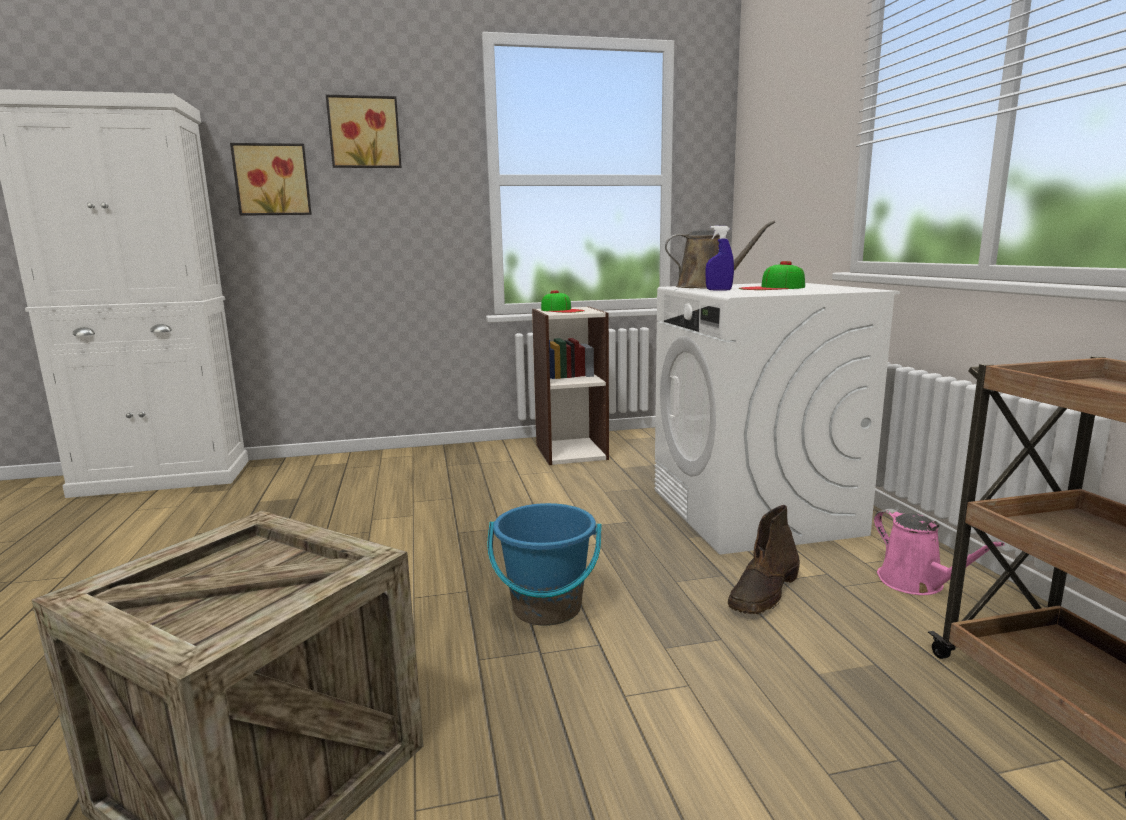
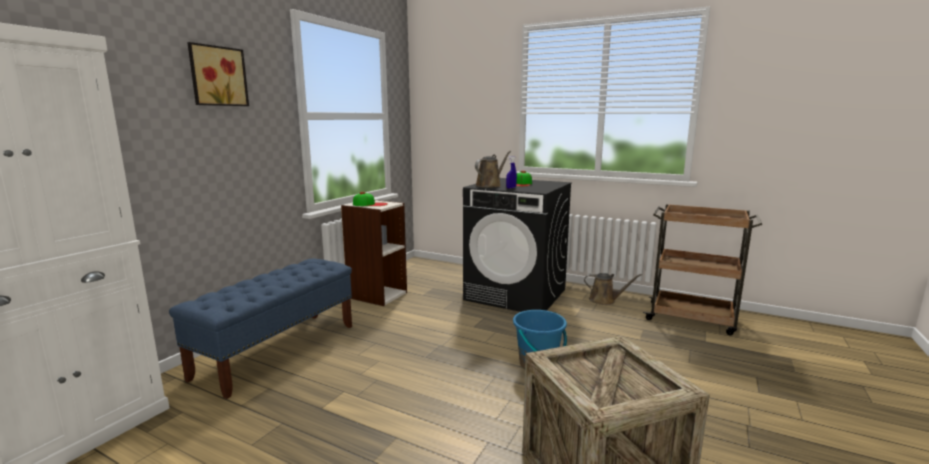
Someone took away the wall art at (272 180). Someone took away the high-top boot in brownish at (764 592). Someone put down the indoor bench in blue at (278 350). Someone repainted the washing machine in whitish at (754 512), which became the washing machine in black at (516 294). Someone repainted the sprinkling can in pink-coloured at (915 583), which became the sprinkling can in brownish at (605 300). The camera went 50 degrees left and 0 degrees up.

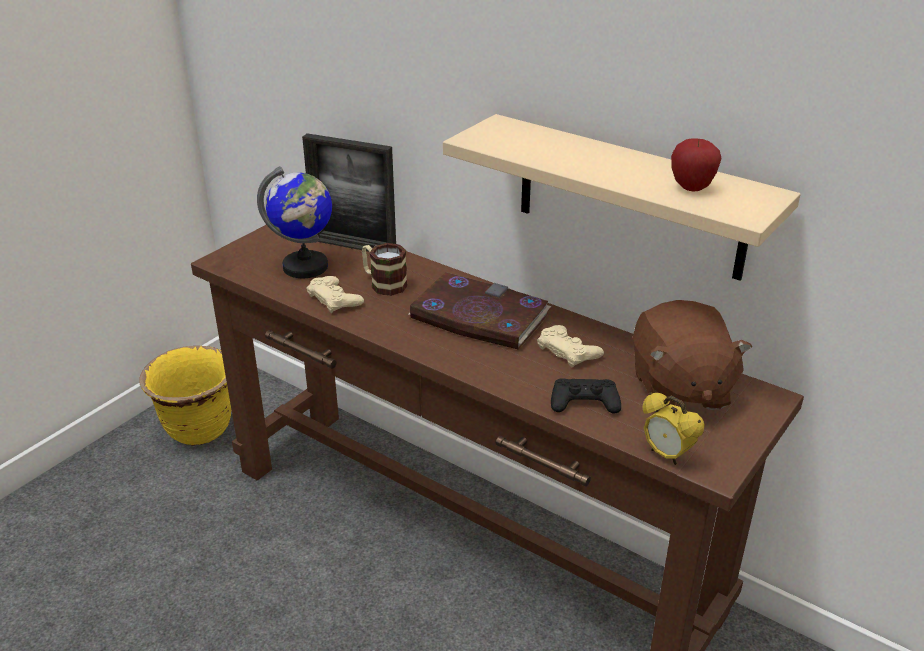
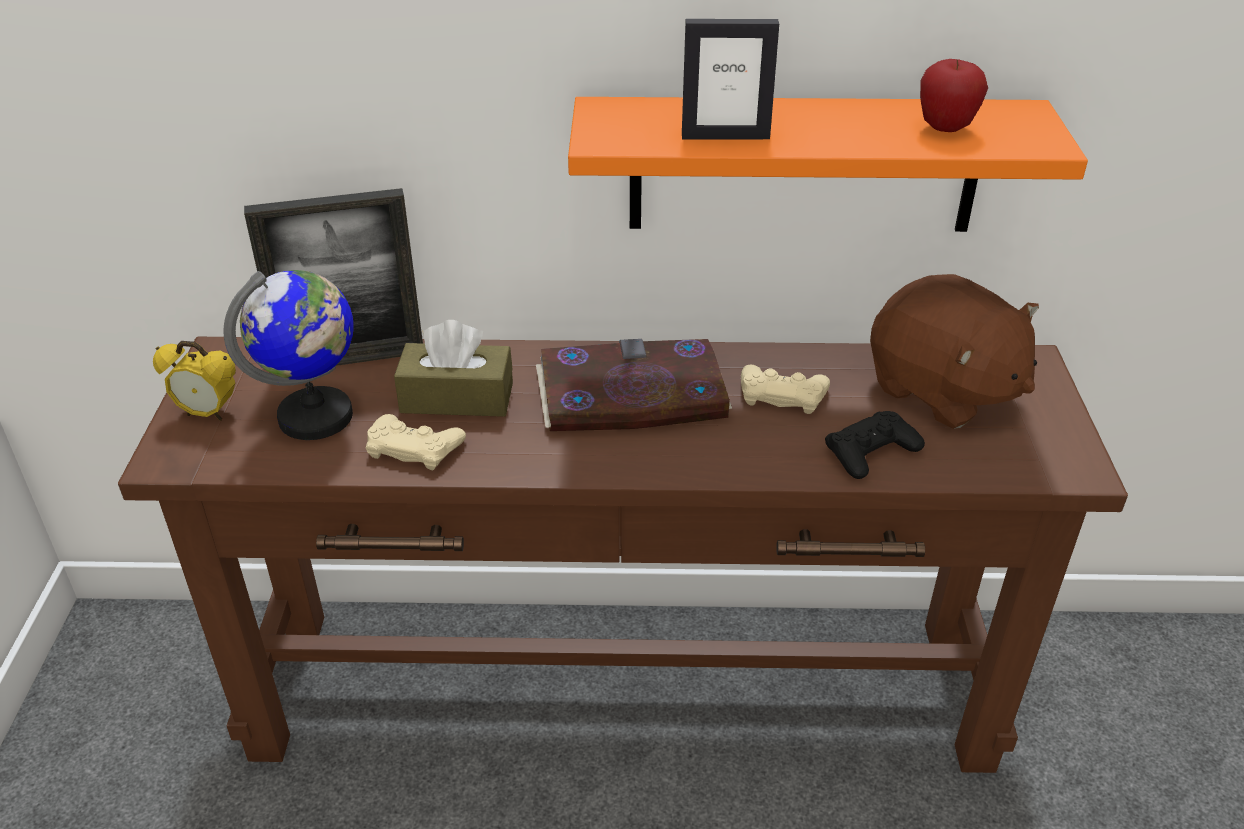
Someone took away the flower pot in yellowish at (199 430). Someone put down the picture frame at (725 136). Someone carried the table clock from (667 455) to (208 414). Someone swapped the tea mug at (383 284) for the tissue box in brownish at (457 398). Someone repainted the wall shelf in beige-coloured at (630 197), which became the wall shelf in orange at (804 165). The camera went 35 degrees left and 5 degrees up.

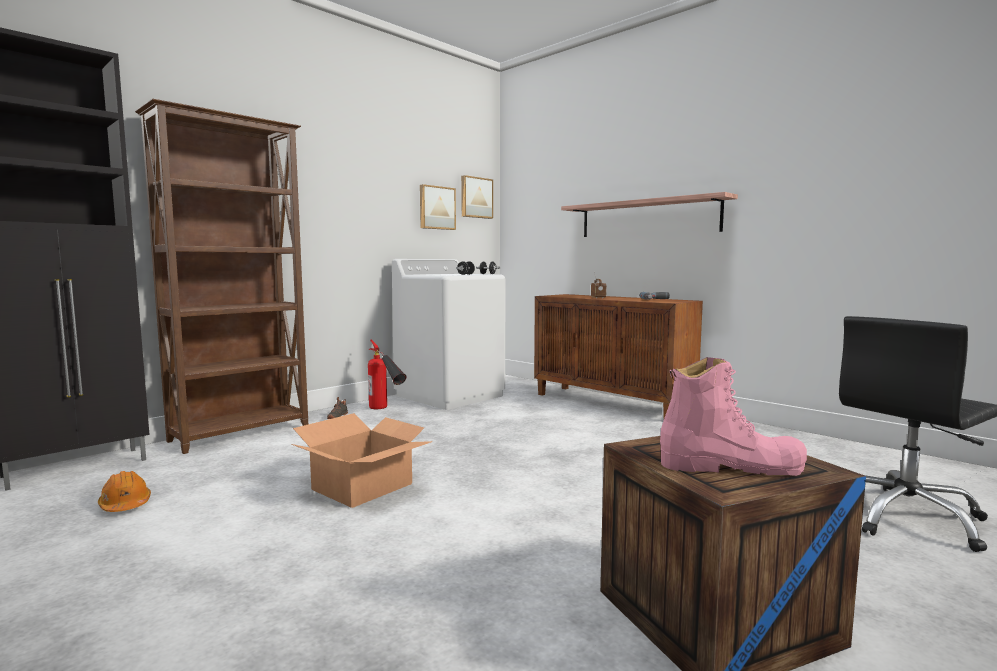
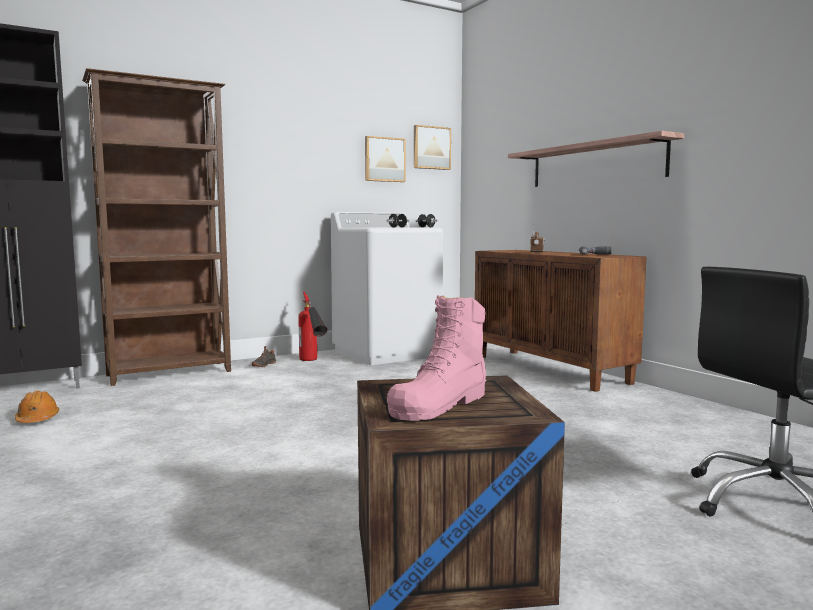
Someone took away the carton at (363 487). Someone rotated the high-top boot in pink-coloured at (730 466) by 105 degrees clockwise. The camera went 15 degrees right and 0 degrees up.

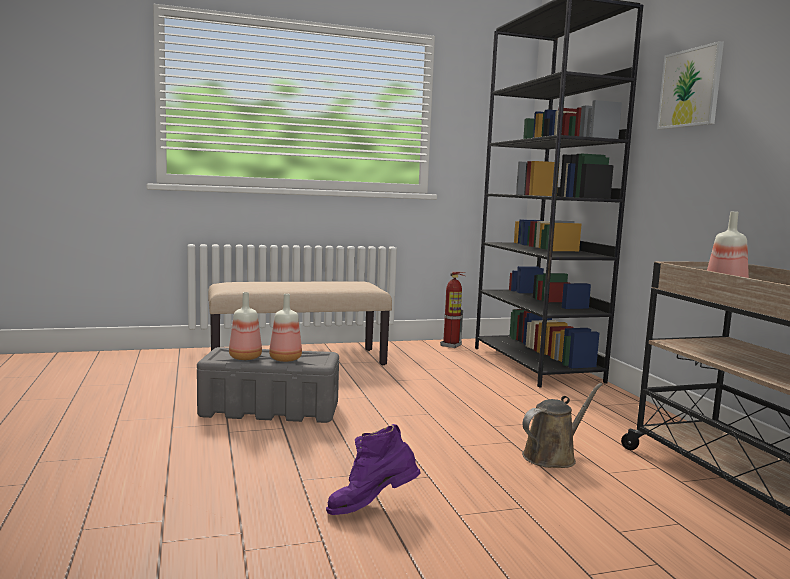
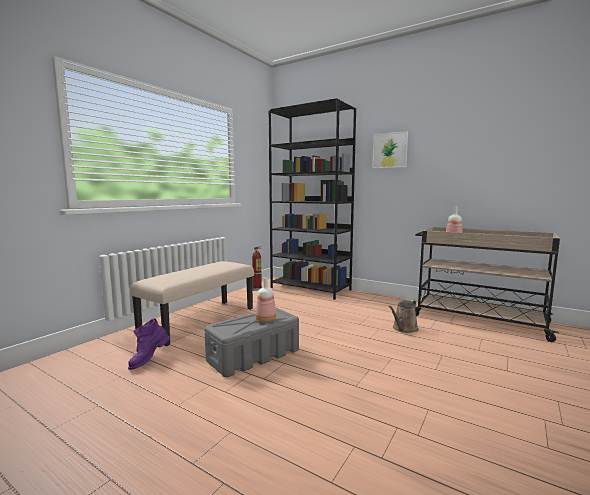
Someone took away the beverage bottle at (246 358). Someone carried the high-top boot in purple from (371 508) to (149 361). Someone rotated the sprinkling can in brownish at (553 456) by 150 degrees counterclockwise. The camera went 40 degrees left and 0 degrees up.

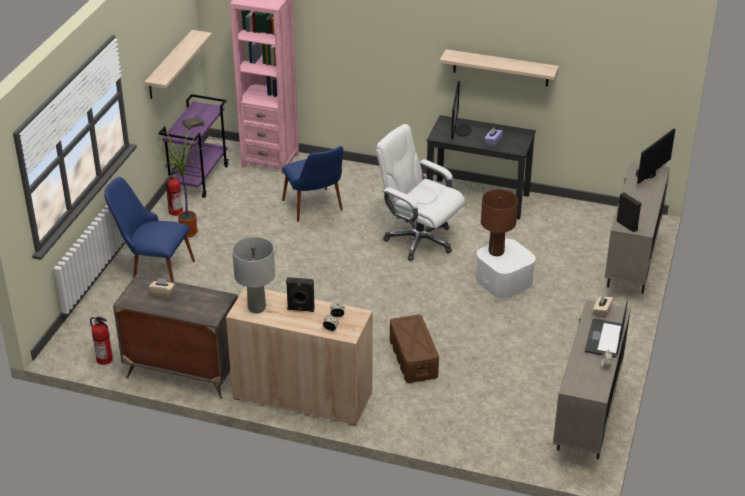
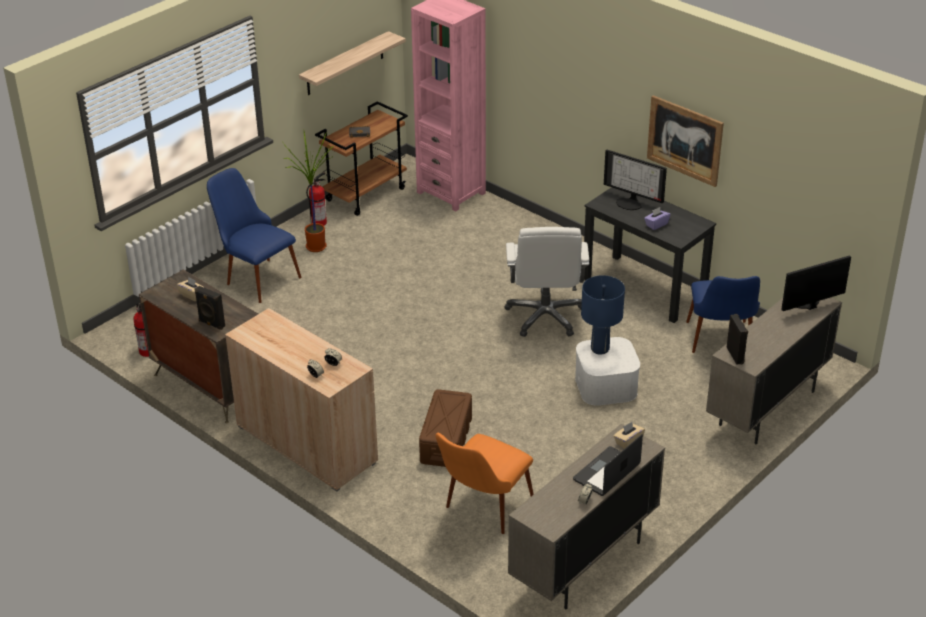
Someone took away the tabletop lamp in grey at (256 307). Someone put down the plain chair in orange at (482 512). Someone carried the plain chair in blue from (316 210) to (721 345). Someone carried the loudspeaker in black from (300 309) to (211 324). Someone swapped the wall shelf at (501 68) for the wall art at (685 140). Someone repainted the trolley in purple at (198 178), which became the trolley in brownish at (366 194). Someone repainted the tabletop lamp in brownish at (496 251), which became the tabletop lamp in blue at (600 349). Someone rotated the computer chair in whitish at (419 240) by 150 degrees counterclockwise. Someone rotated the monitor at (460 130) by 90 degrees clockwise. The camera went 25 degrees right and 0 degrees up.

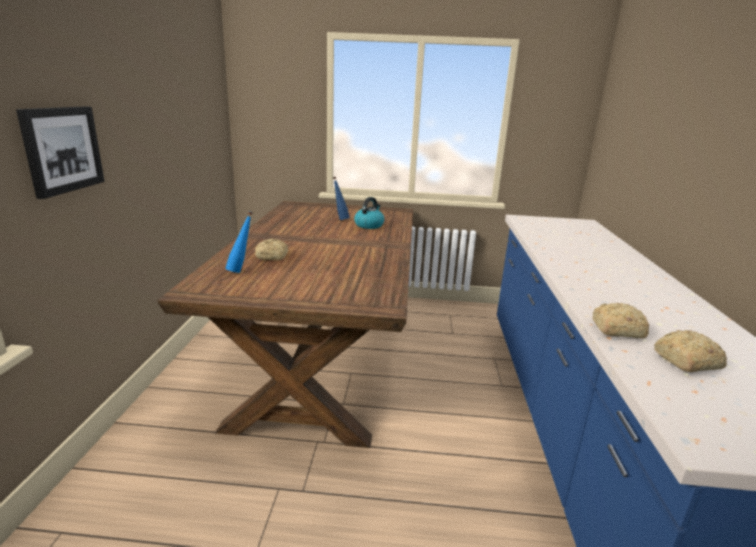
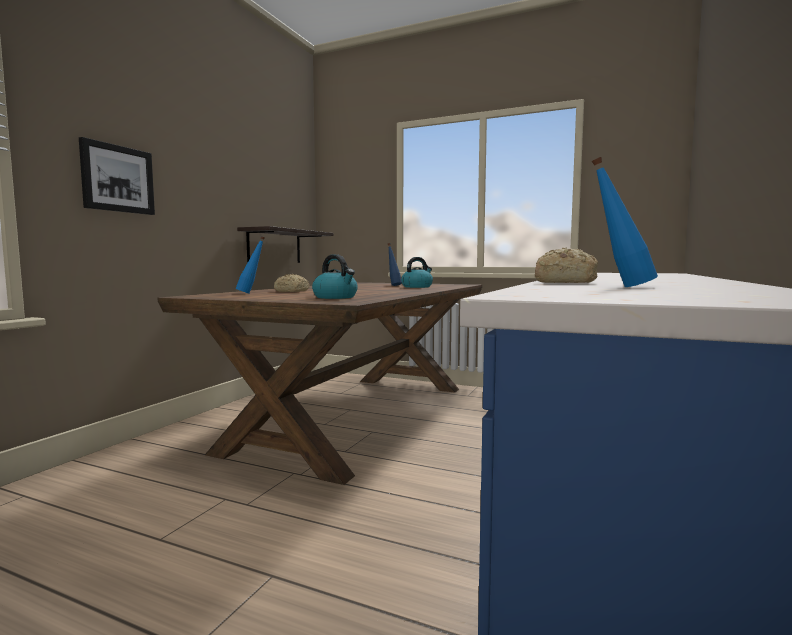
Someone put up the wall shelf at (274 246). Someone put down the tea kettle at (336 297). Someone swapped the baked bread at (685 361) for the beverage bottle in blue at (620 287). The camera went 20 degrees right and 15 degrees down.

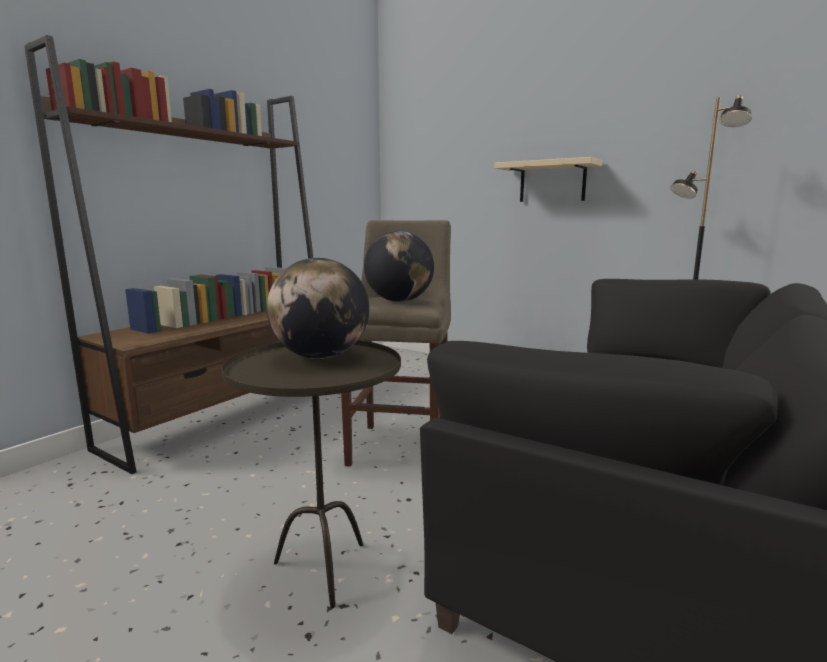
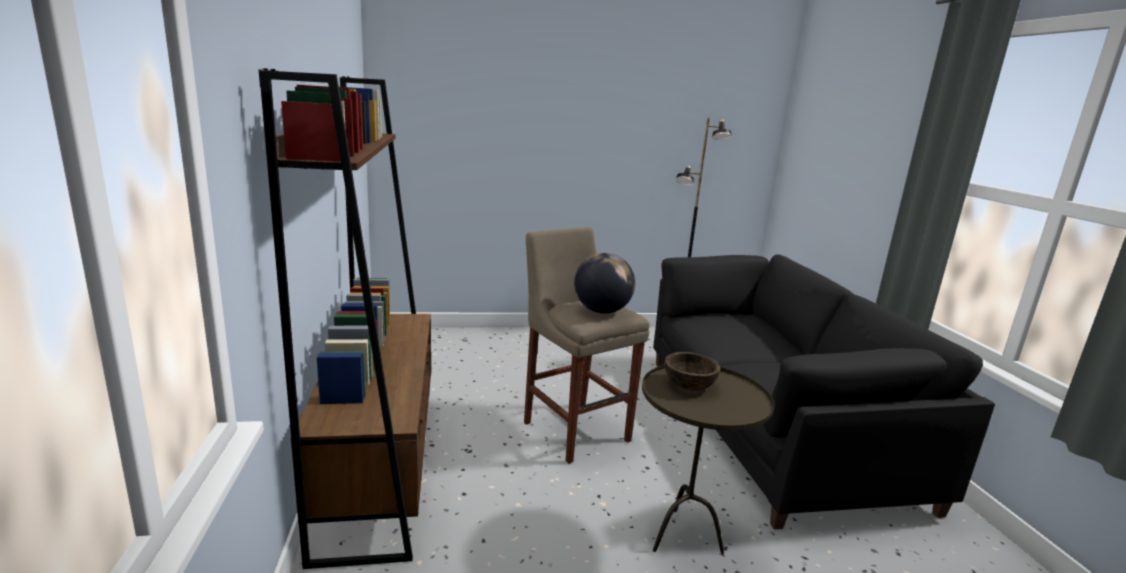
Someone took away the wall shelf in beige-coloured at (552 182). Someone swapped the desk globe at (320 356) for the serving bowl in brownish at (689 386). The camera went 45 degrees left and 5 degrees up.

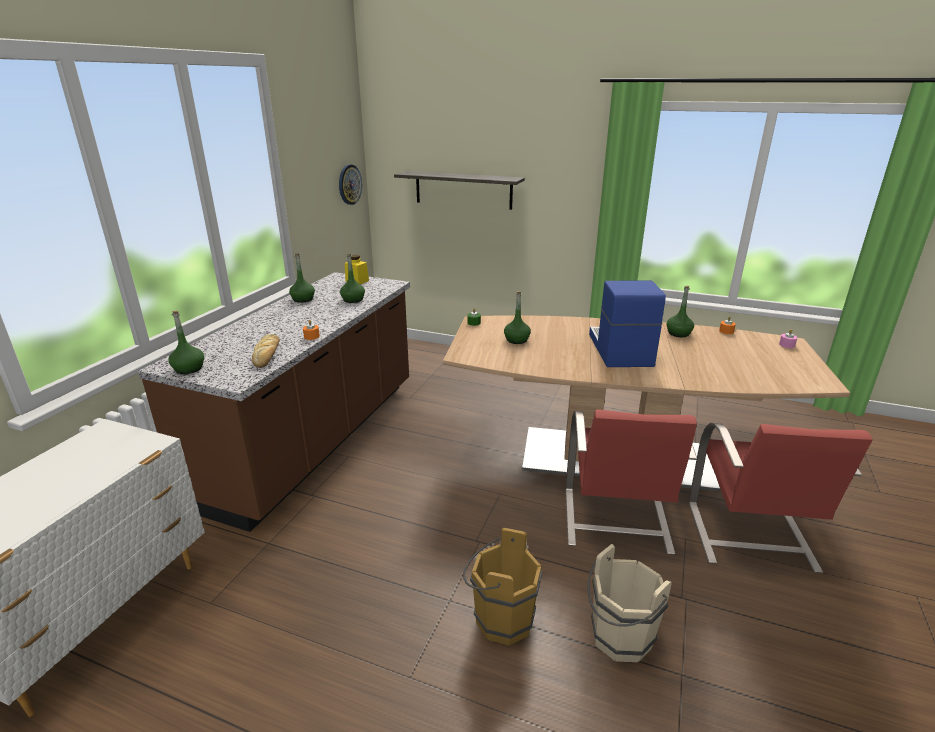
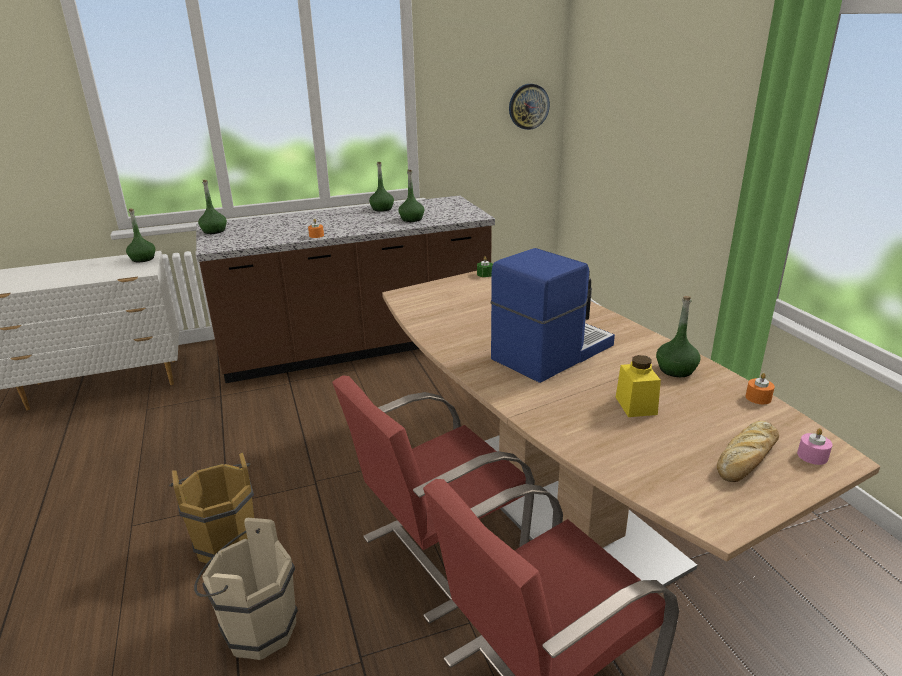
Someone took away the wall shelf at (463 190). Someone carried the baked bread from (267 355) to (746 458). Someone carried the jar in yellowish from (357 281) to (636 405). Someone carried the beverage bottle in green from (516 340) to (143 259). The camera went 50 degrees right and 0 degrees up.

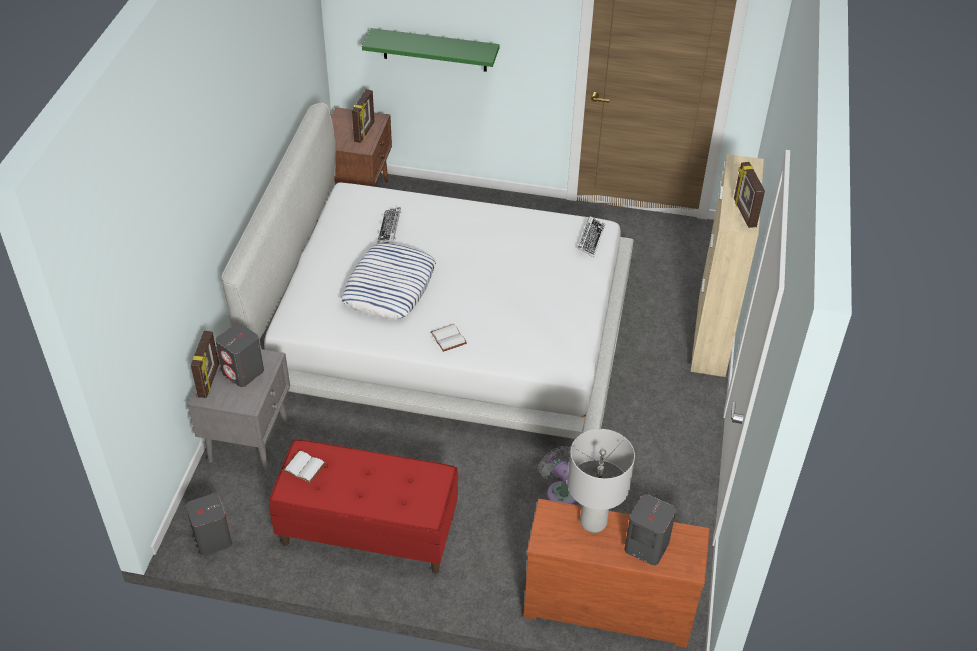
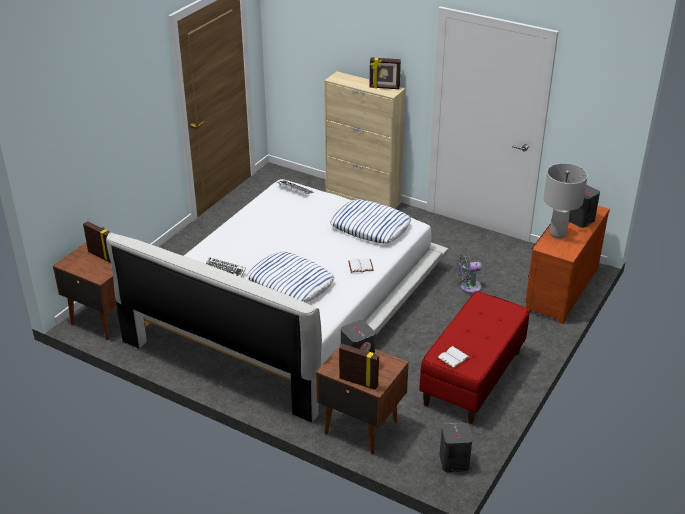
Someone took away the wall shelf in green at (435 50). Someone put down the pillow at (370 226). Someone repainted the night table in grey at (250 441), which became the night table in brownish at (360 426). The camera went 70 degrees left and 10 degrees down.

